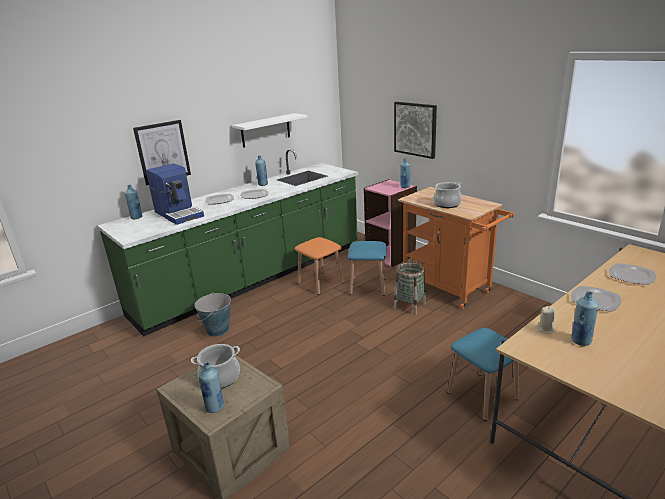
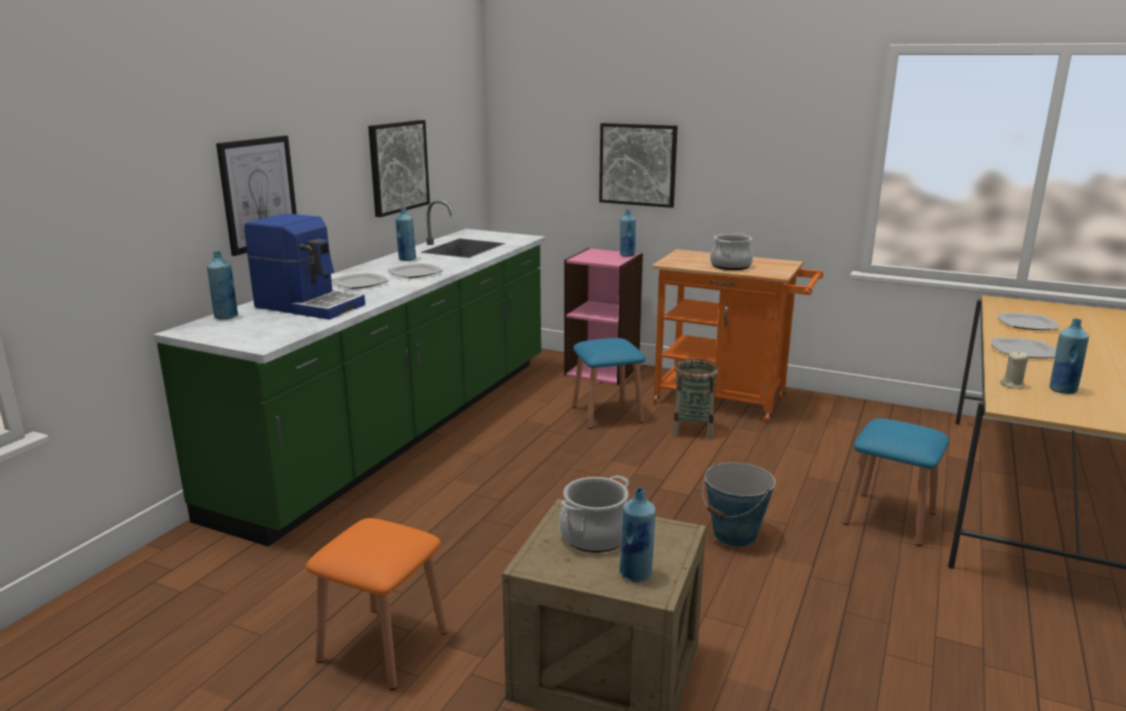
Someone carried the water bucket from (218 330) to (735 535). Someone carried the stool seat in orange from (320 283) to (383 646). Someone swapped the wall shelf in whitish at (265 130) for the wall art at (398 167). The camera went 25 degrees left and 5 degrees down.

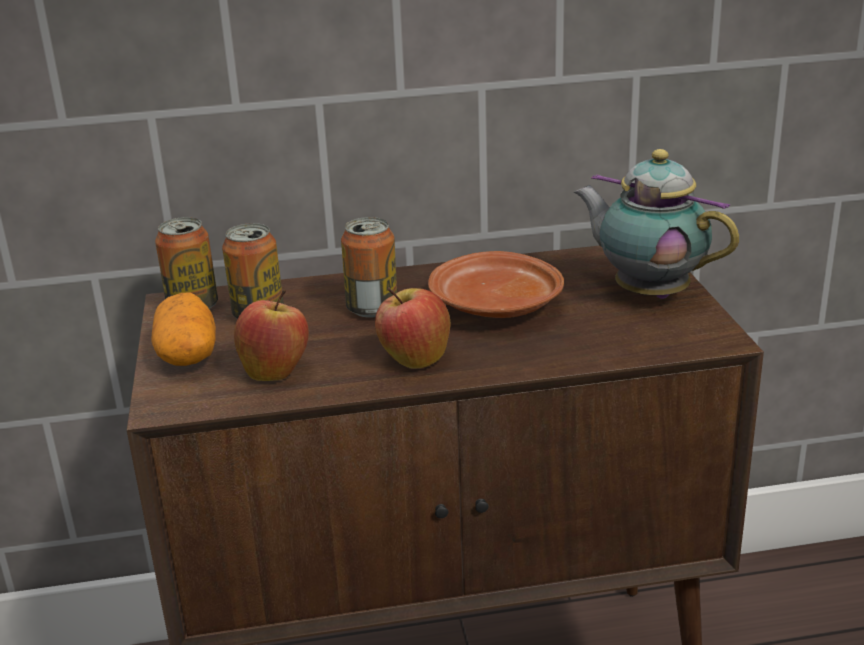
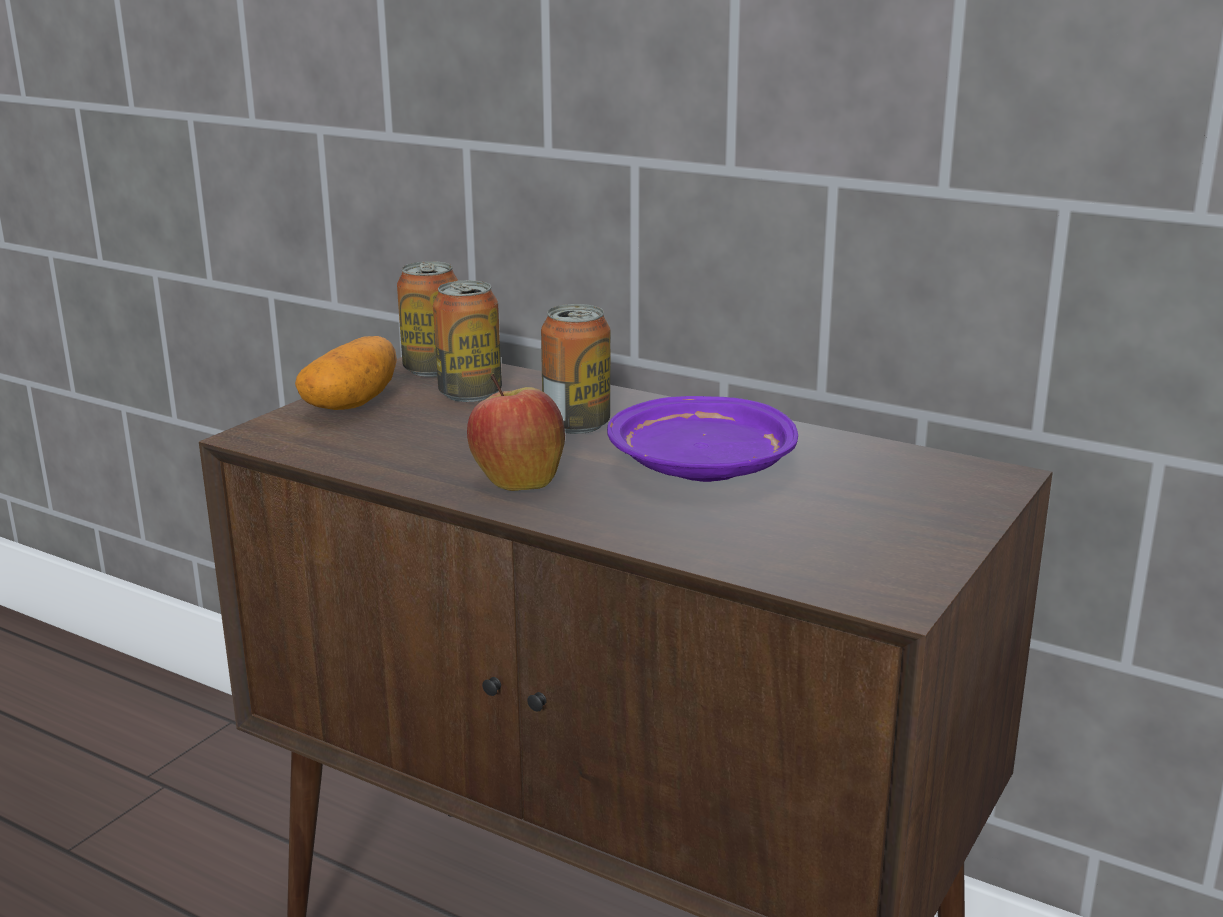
Someone took away the apple fruit at (276 372). Someone took away the pot for tea at (647 293). Someone repainted the flat dish in brownish at (496 306), which became the flat dish in purple at (700 467). The camera went 40 degrees right and 5 degrees down.

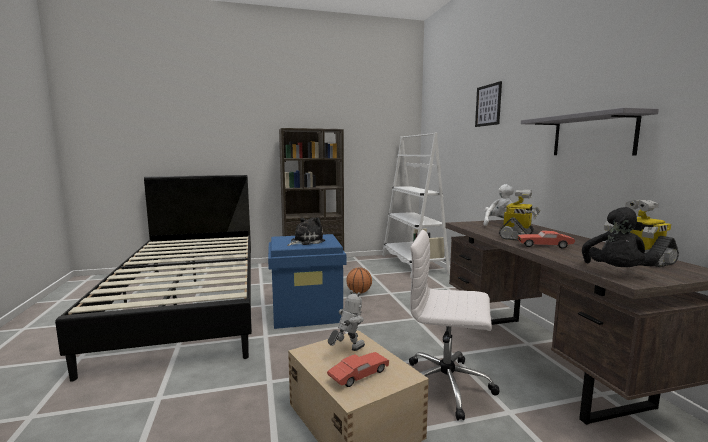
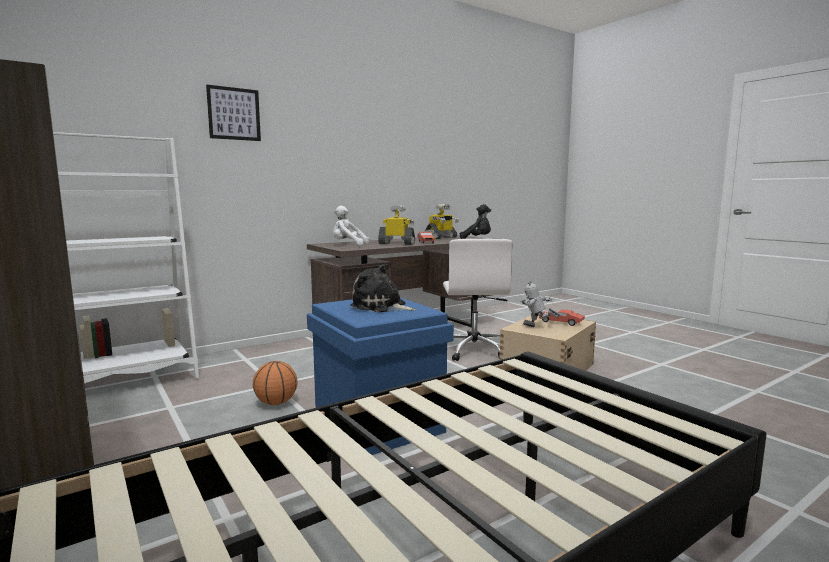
Someone took away the wall shelf in grey at (592 135). The camera went 110 degrees left and 0 degrees up.

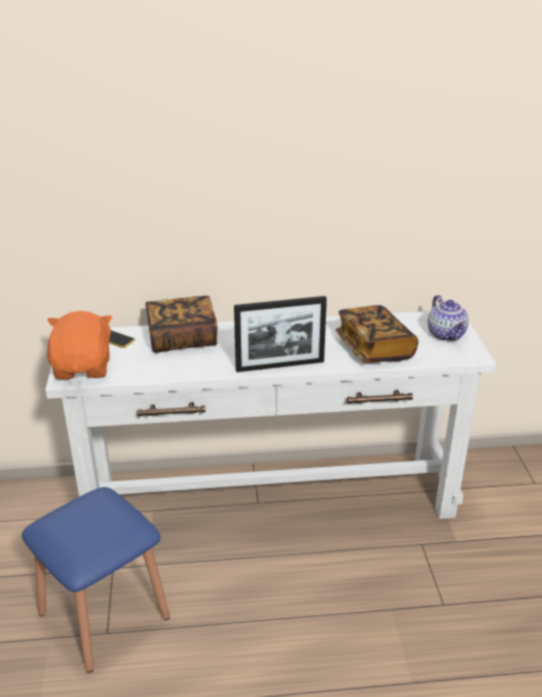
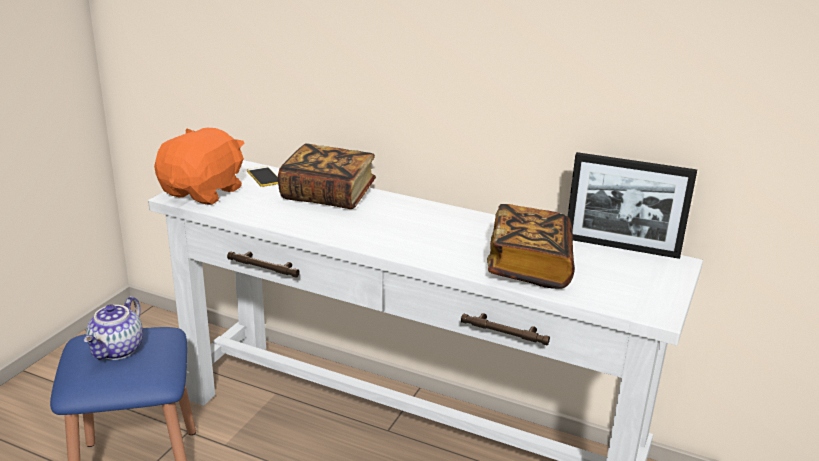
Someone carried the picture frame from (280 365) to (621 247). Someone carried the pot for tea from (447 334) to (118 350). The camera went 30 degrees right and 5 degrees down.

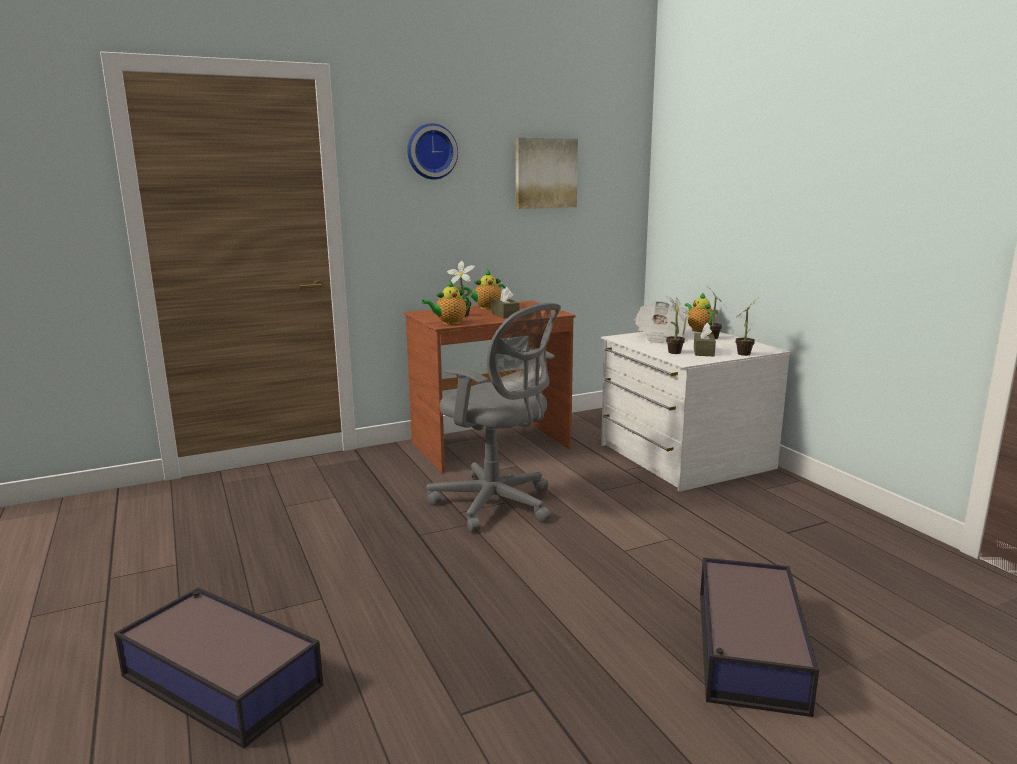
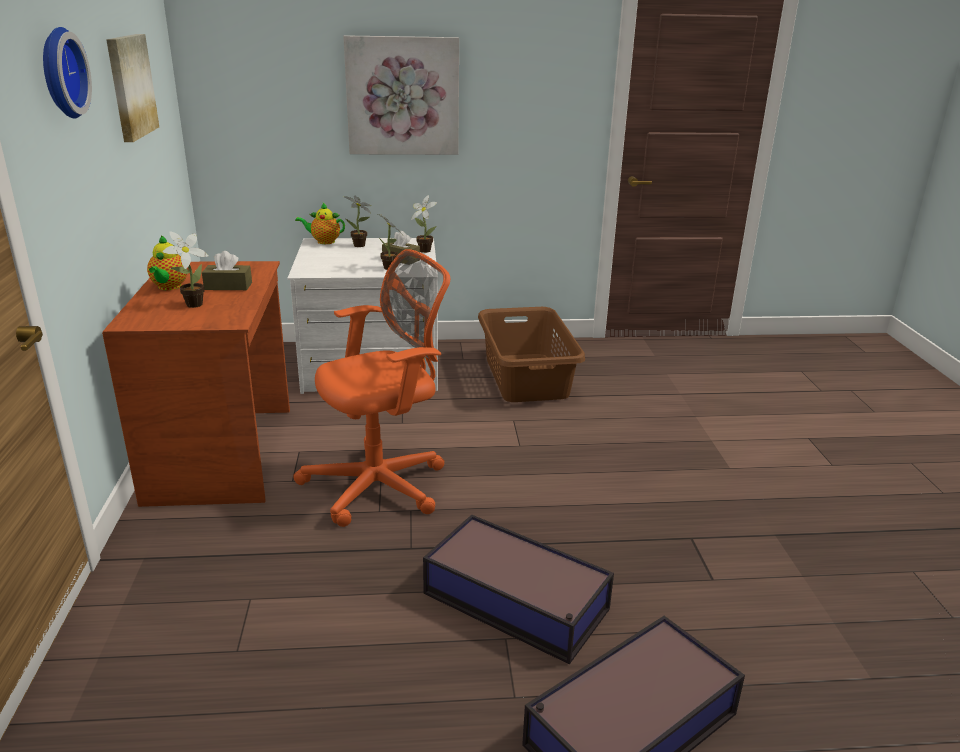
Someone took away the pot for tea at (449 323). Someone took away the newspaper at (660 337). Someone put up the wall art at (403 96). Someone put down the washing basket in brownish at (527 377). Someone carried the storage box from (748 650) to (517 602). Someone repainted the computer chair in grey at (497 504), which became the computer chair in orange at (382 485). The camera went 70 degrees left and 10 degrees up.

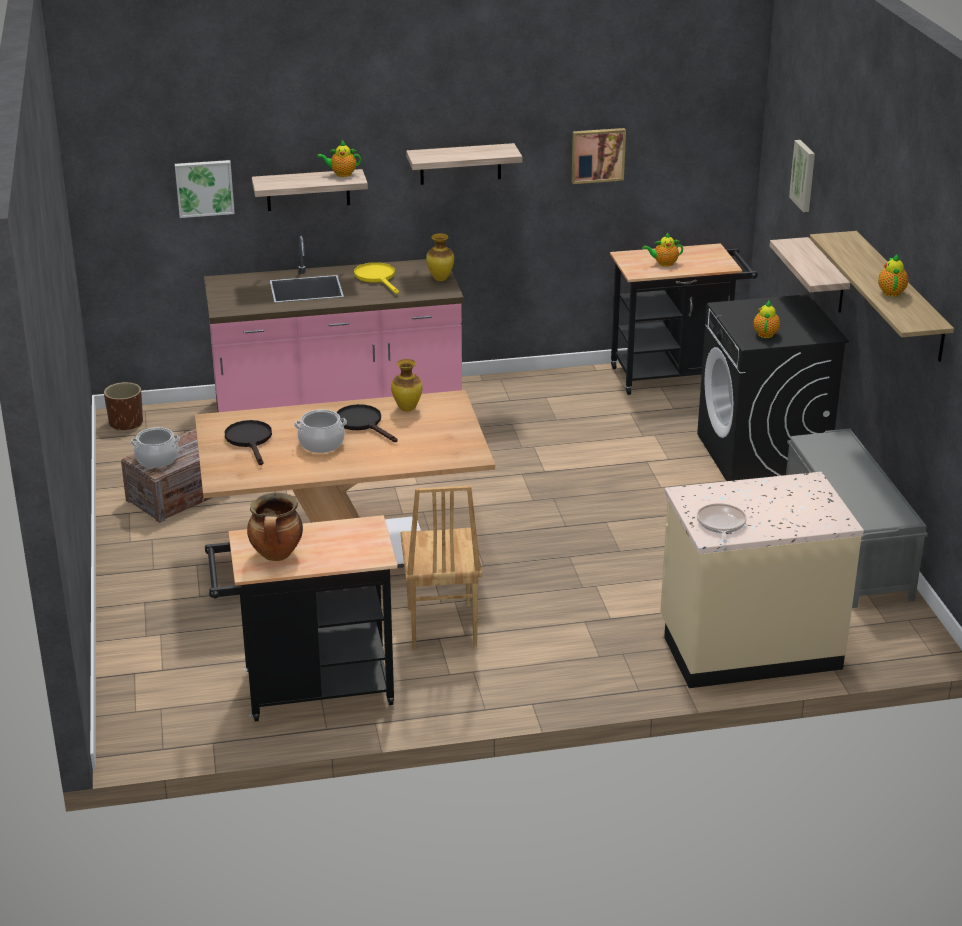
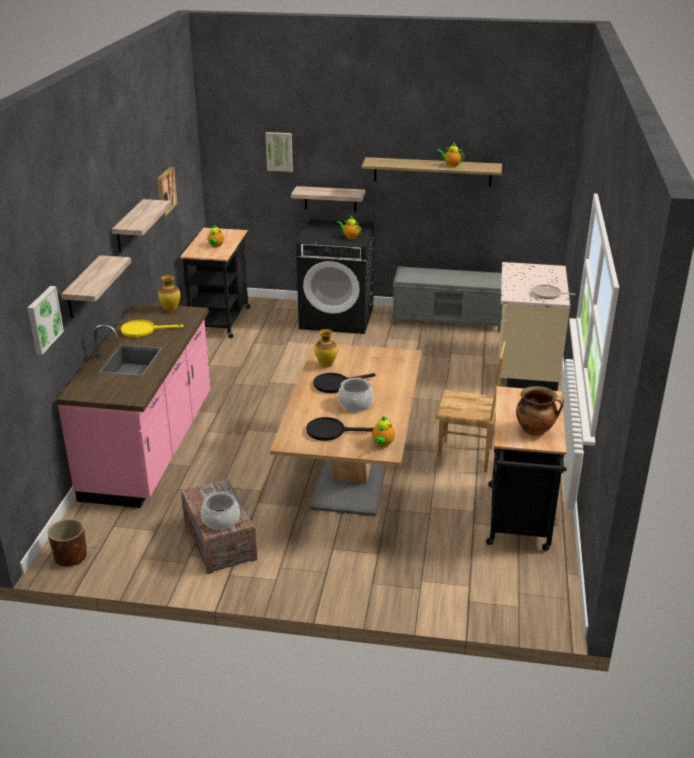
Someone carried the pot for tea from (341 174) to (382 444). The camera went 70 degrees left and 0 degrees up.

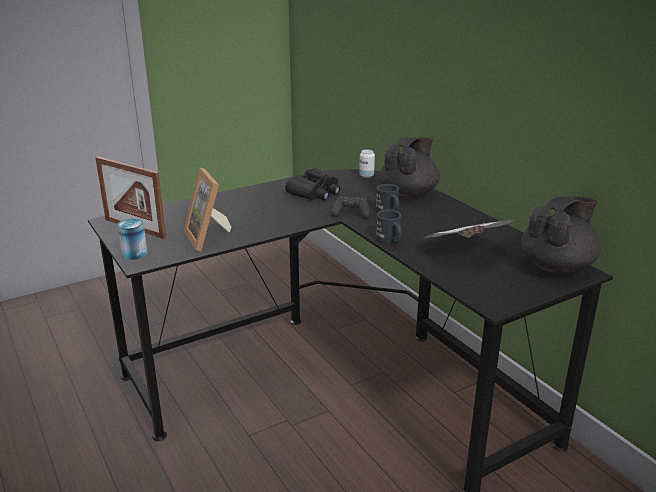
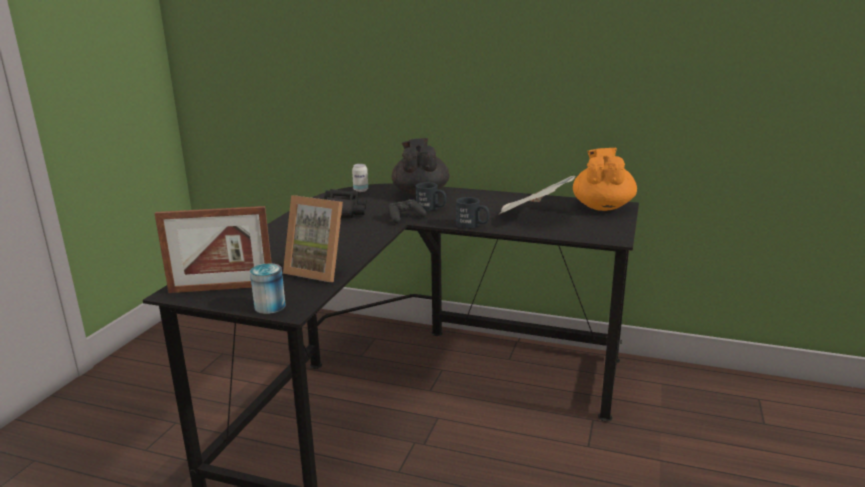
Someone repainted the pot for tea in black at (556 266), which became the pot for tea in orange at (602 207). The camera went 40 degrees left and 5 degrees down.

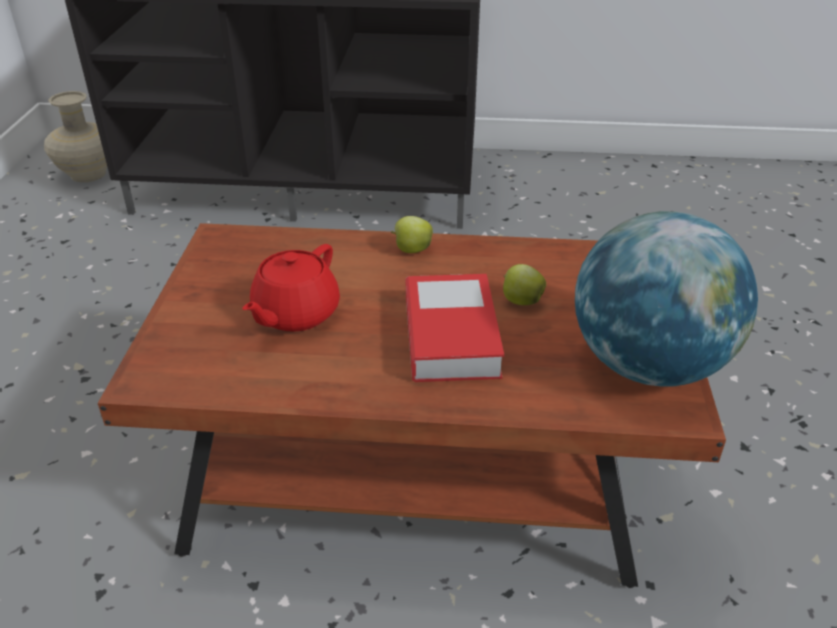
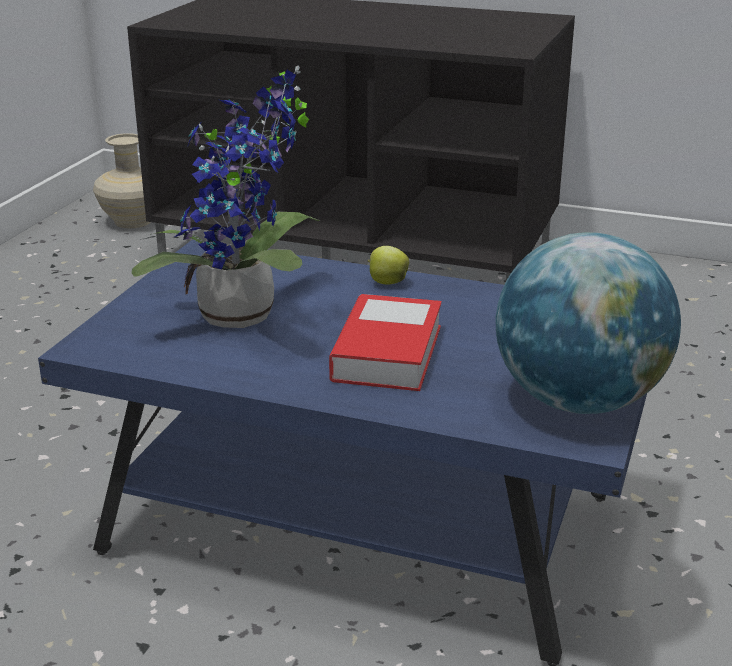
Someone took away the apple fruit at (521 301). Someone swapped the pot for tea in red-coloured at (294 314) for the houseplant at (245 317). Someone repainted the coffee table in brownish at (415 471), which became the coffee table in blue at (362 524). The camera went 15 degrees right and 10 degrees down.

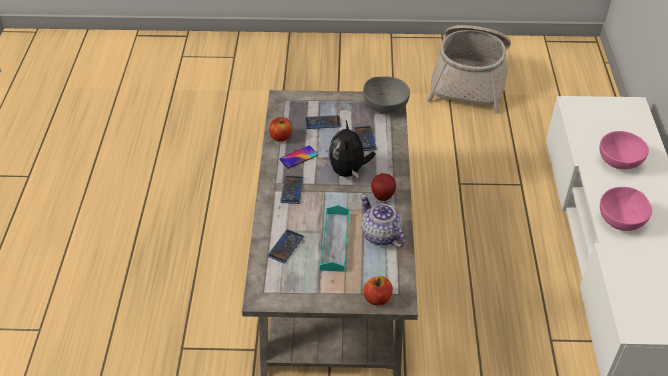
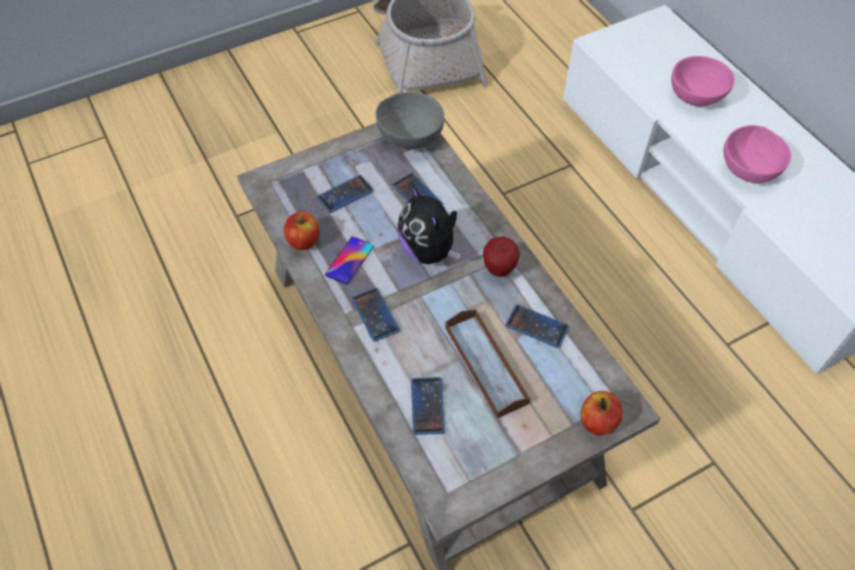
Someone swapped the pot for tea at (381 235) for the handset at (537 326). Someone repainted the serving tray in turquoise-coloured at (335 241), which became the serving tray in brownish at (486 364). The camera went 30 degrees left and 10 degrees up.

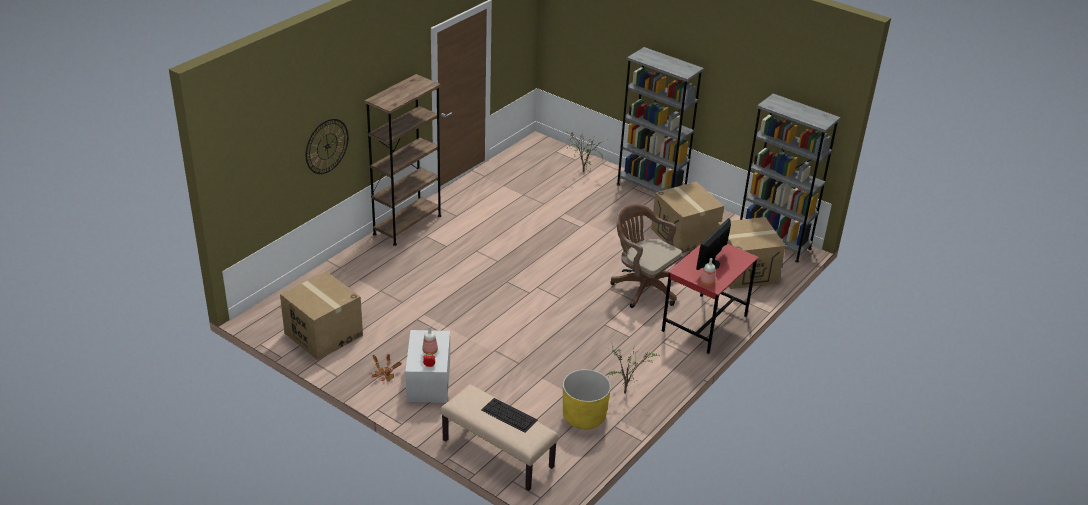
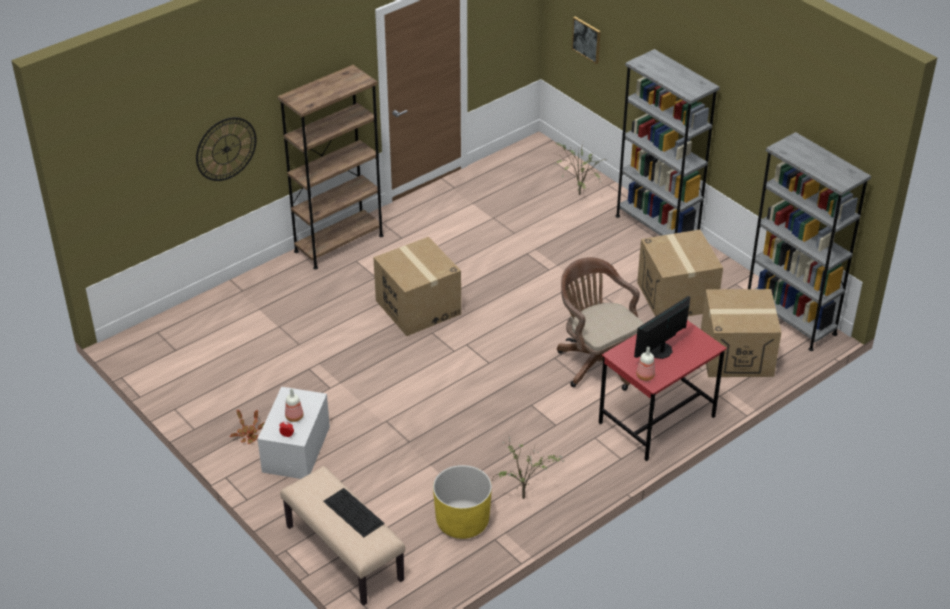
Someone put up the wall art at (586 39). Someone carried the carton from (323 334) to (418 307). The camera went 15 degrees right and 5 degrees up.

